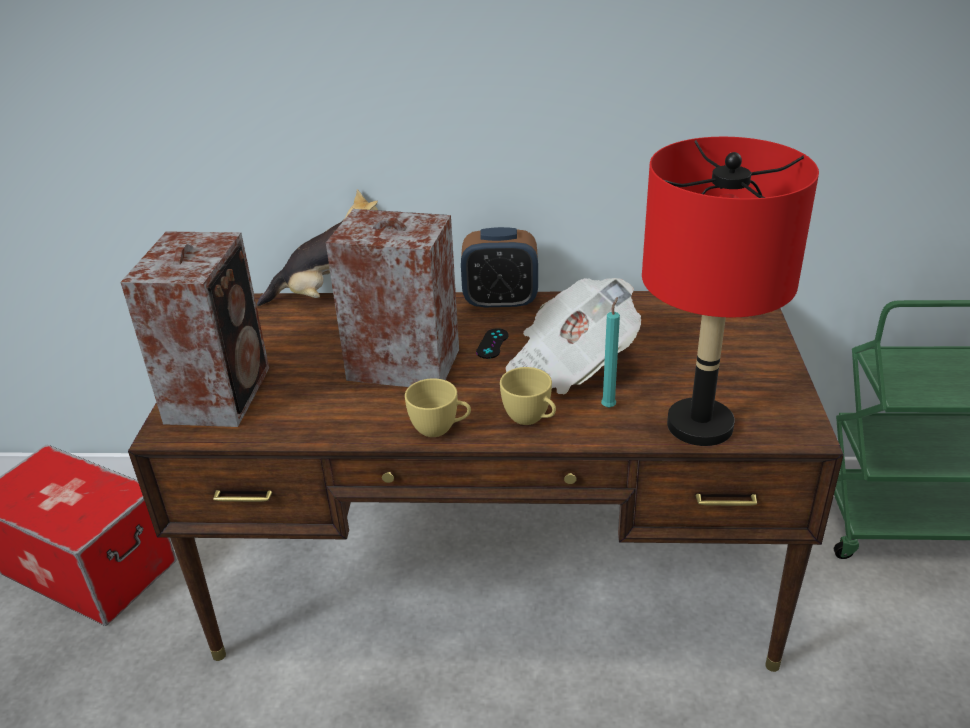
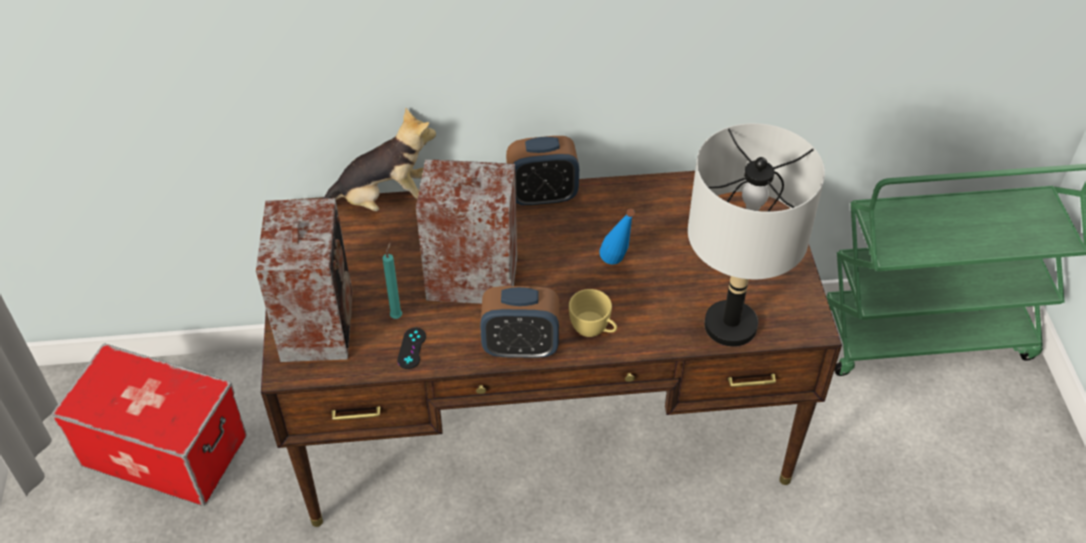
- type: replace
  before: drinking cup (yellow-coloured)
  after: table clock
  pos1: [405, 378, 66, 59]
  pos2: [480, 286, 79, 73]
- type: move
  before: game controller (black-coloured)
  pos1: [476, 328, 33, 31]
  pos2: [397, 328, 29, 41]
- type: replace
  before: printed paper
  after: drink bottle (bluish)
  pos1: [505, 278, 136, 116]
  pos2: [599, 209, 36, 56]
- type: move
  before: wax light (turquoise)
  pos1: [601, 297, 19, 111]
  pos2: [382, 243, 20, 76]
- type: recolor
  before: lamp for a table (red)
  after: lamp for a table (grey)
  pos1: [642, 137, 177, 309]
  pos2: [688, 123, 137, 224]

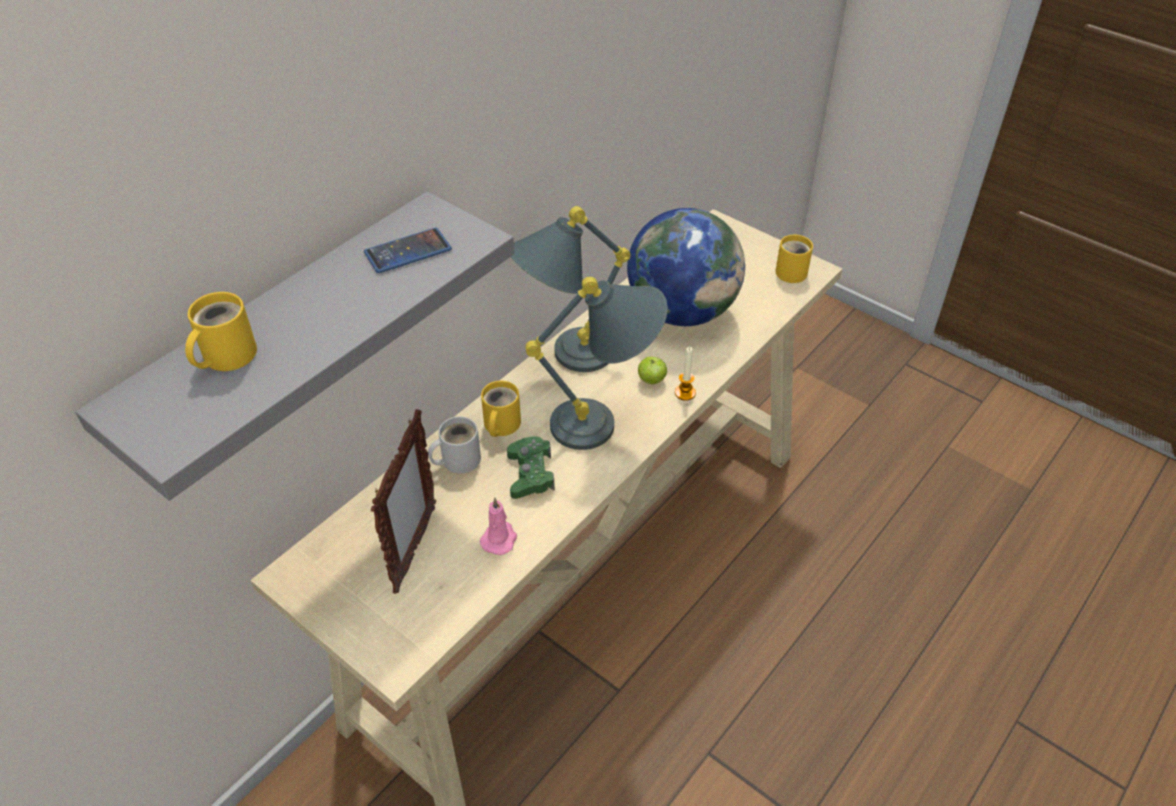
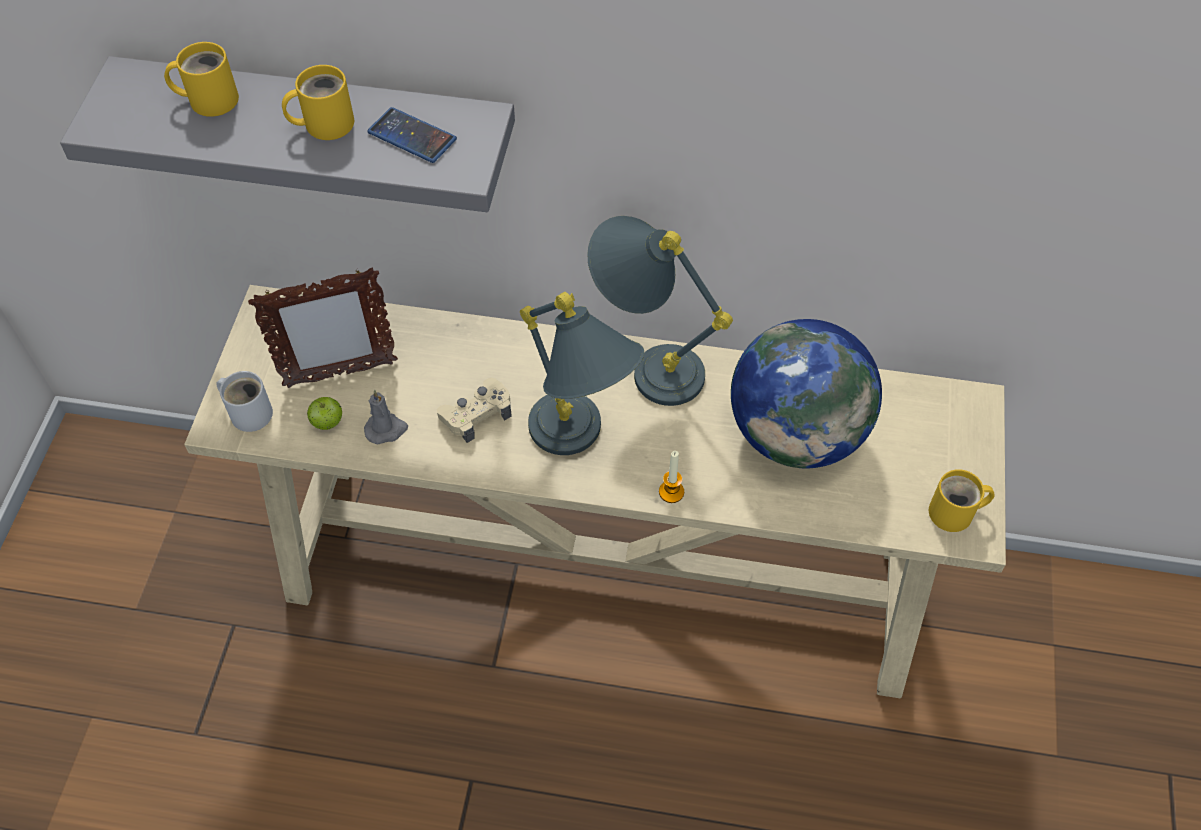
- type: move
  before: coffee mug (white)
  pos1: [428, 416, 53, 58]
  pos2: [216, 371, 57, 61]
- type: recolor
  before: wax light (pink)
  after: wax light (grey)
  pos1: [480, 498, 37, 57]
  pos2: [364, 390, 44, 55]
- type: move
  before: coffee mug (yellow-coloured)
  pos1: [481, 381, 40, 56]
  pos2: [282, 65, 72, 75]
- type: recolor
  before: game controller (green)
  after: game controller (beige)
  pos1: [507, 436, 48, 63]
  pos2: [437, 378, 74, 65]
- type: move
  before: apple
  pos1: [638, 357, 29, 27]
  pos2: [307, 397, 35, 33]

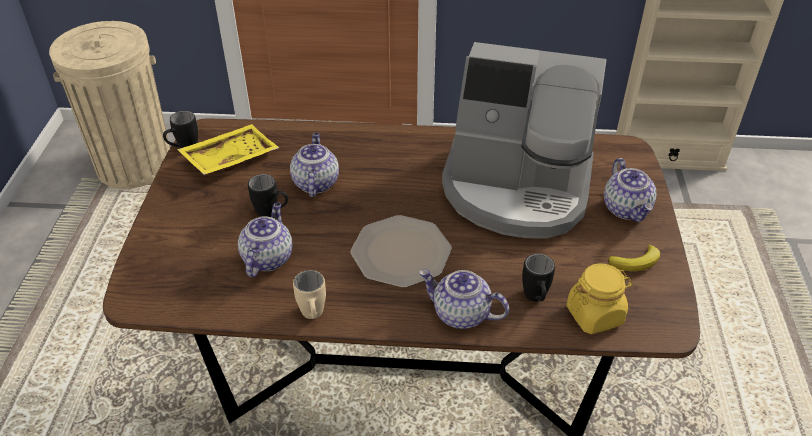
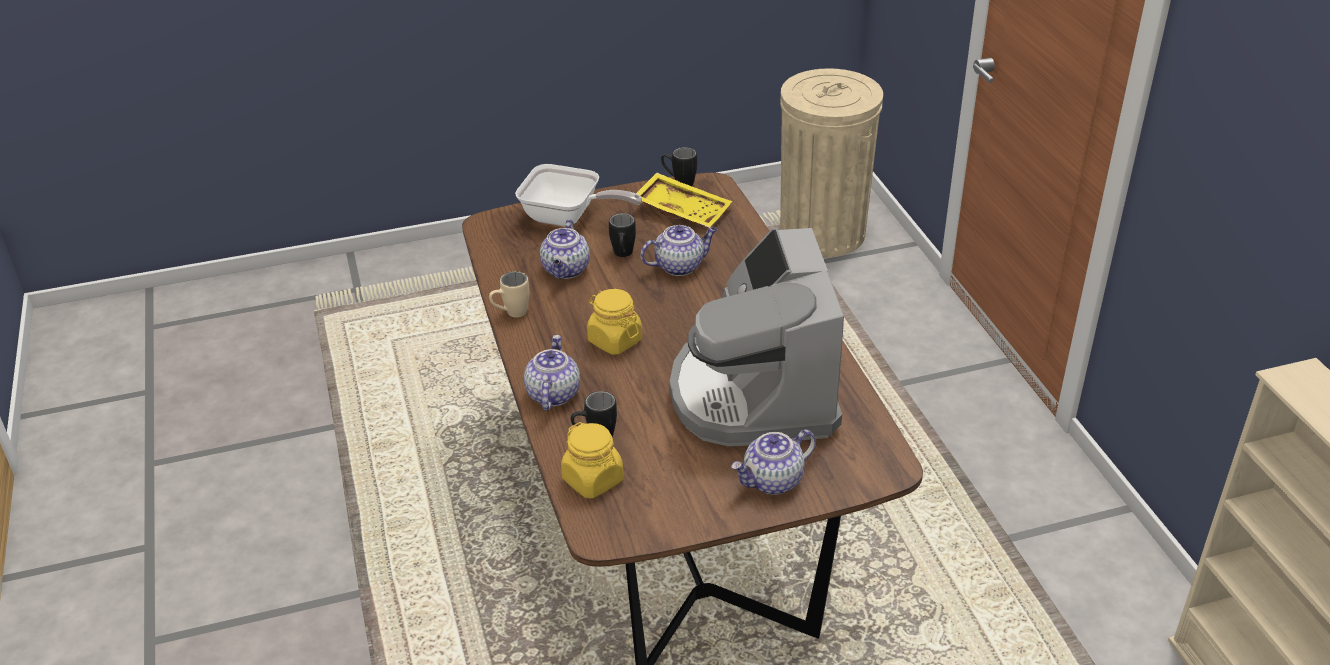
- type: rotate
  before: pot for tea
  pos1: [238, 202, 55, 75]
  pos2: [540, 219, 50, 60]
  turn: 105
- type: replace
  before: flat dish
  after: storage jar (yellow-coloured)
  pos1: [350, 215, 102, 73]
  pos2: [587, 289, 55, 66]
- type: delete
  before: banana fruit
  pos1: [608, 245, 52, 26]
- type: insert
  after: pan
  pos2: [515, 164, 127, 63]

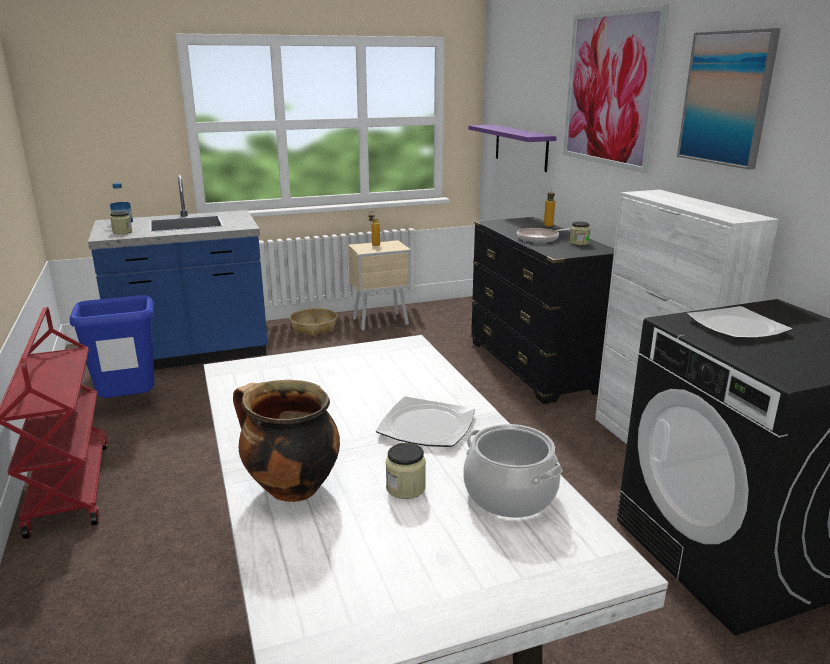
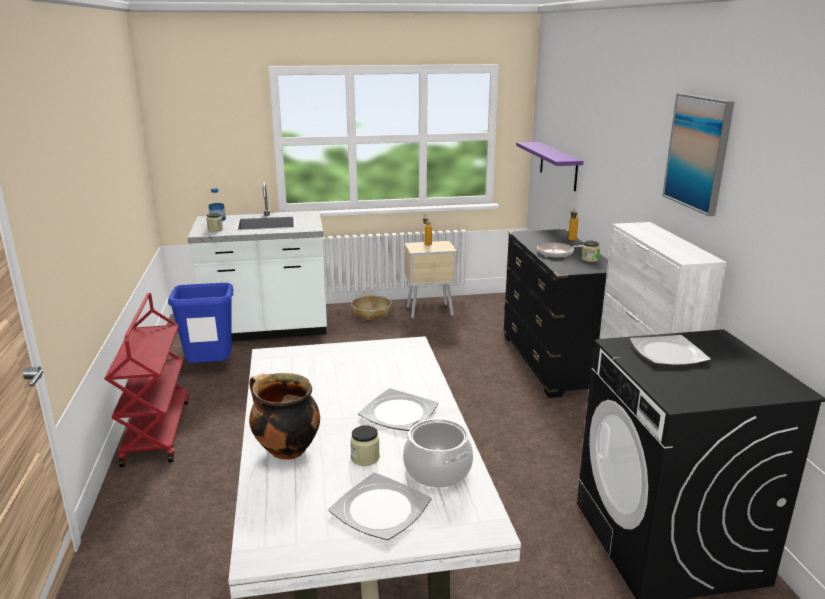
- type: recolor
  before: kitchen base unit (bluish)
  after: kitchen base unit (white)
  pos1: [88, 175, 180, 195]
  pos2: [188, 182, 139, 159]
- type: delete
  before: picture
  pos1: [563, 4, 106, 169]
- type: insert
  after: flat dish
  pos2: [329, 473, 102, 67]

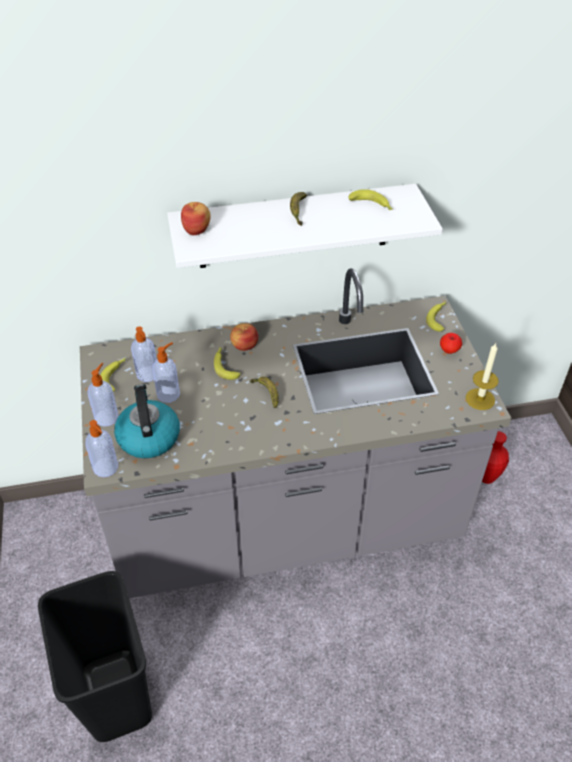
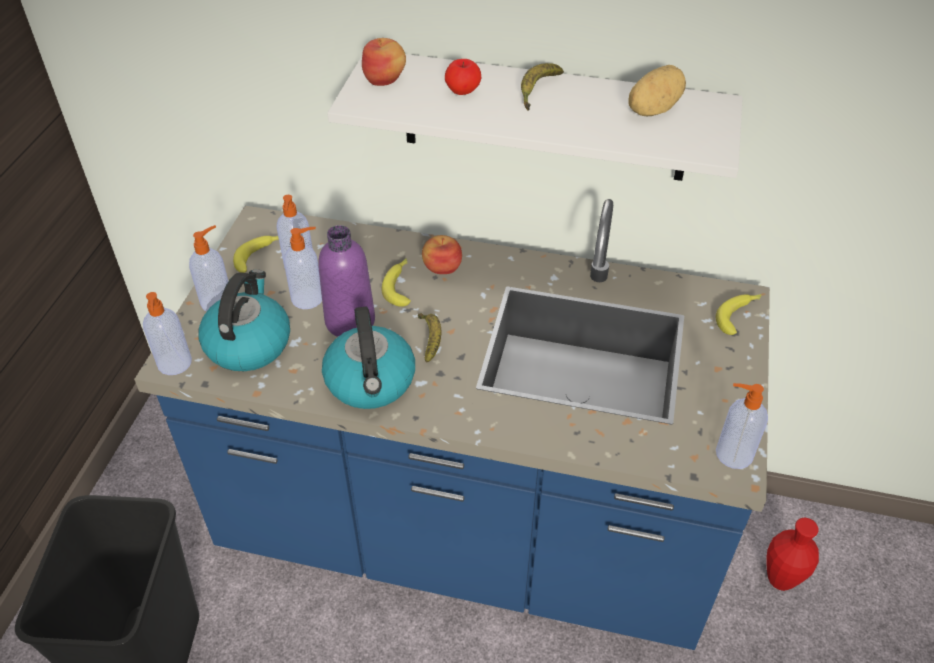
- type: recolor
  before: kitchen base unit (grey)
  after: kitchen base unit (bluish)
  pos1: [80, 268, 431, 330]
  pos2: [134, 199, 636, 451]
- type: replace
  before: banana fruit
  after: spud
  pos1: [348, 189, 45, 21]
  pos2: [628, 65, 58, 51]
- type: move
  before: apple
  pos1: [440, 333, 22, 21]
  pos2: [445, 59, 37, 36]
- type: replace
  before: wax light
  after: soap dispenser
  pos1: [466, 343, 33, 67]
  pos2: [716, 383, 52, 86]
- type: insert
  after: drink bottle (purple-coloured)
  pos2: [318, 225, 57, 112]
- type: insert
  after: tea kettle
  pos2: [322, 307, 93, 102]

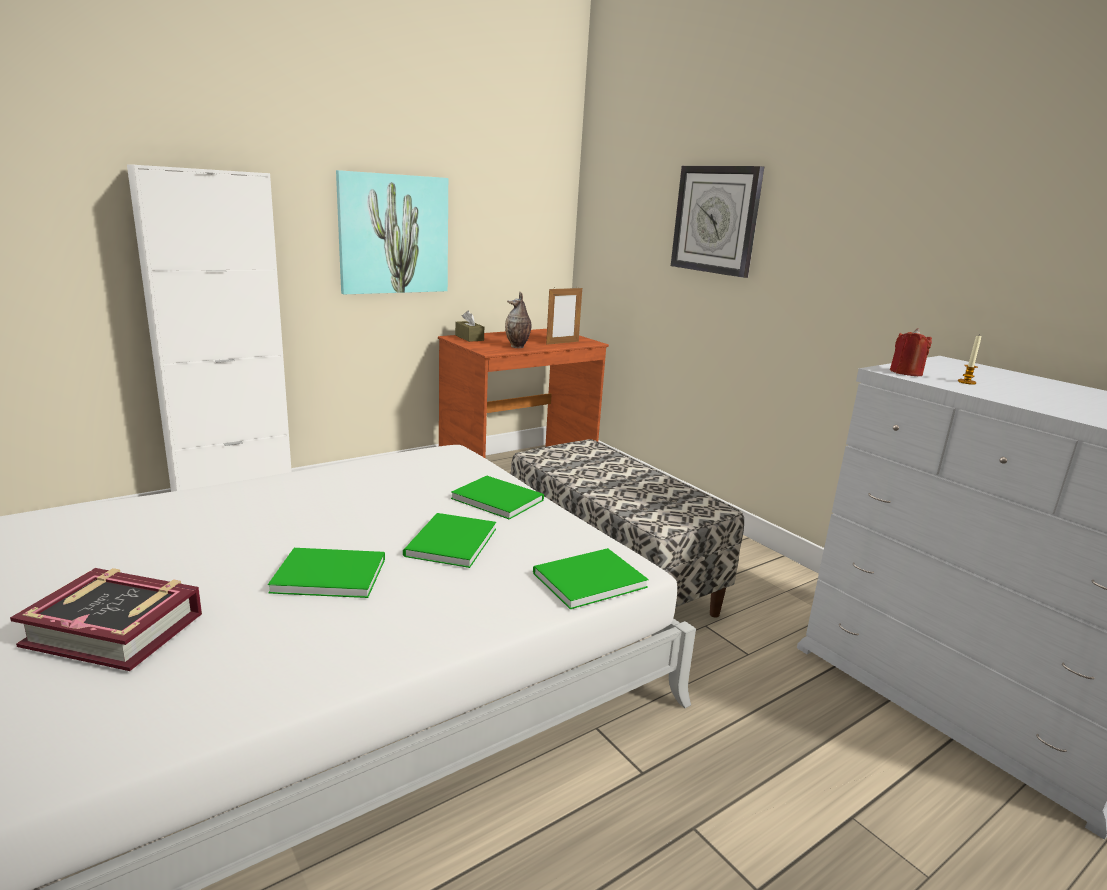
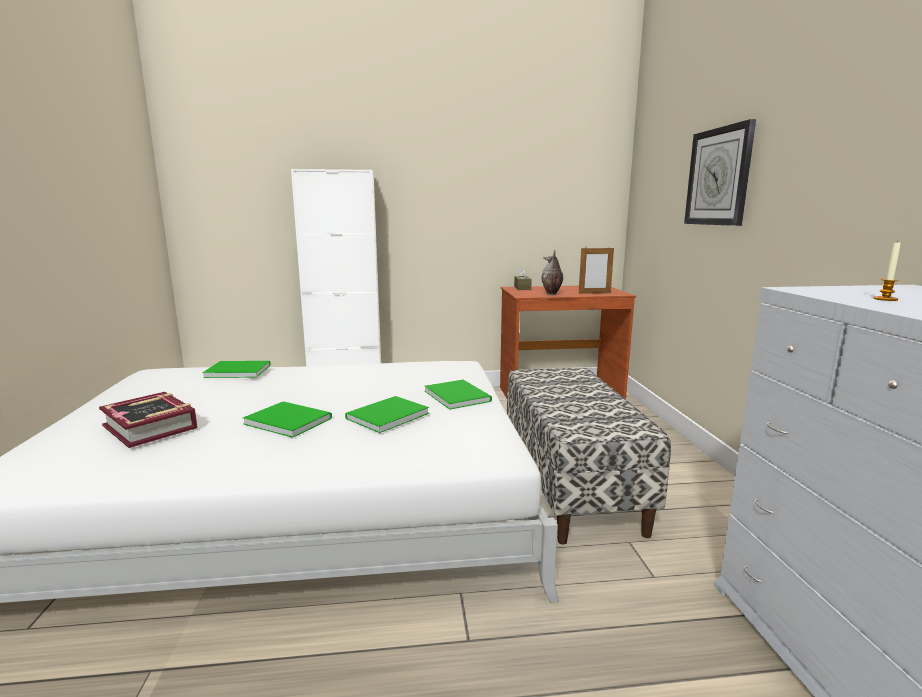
- type: delete
  before: picture
  pos1: [336, 170, 112, 124]
- type: move
  before: bound book (green)
  pos1: [533, 548, 116, 61]
  pos2: [202, 361, 69, 17]
- type: delete
  before: wax light (red)
  pos1: [890, 328, 42, 48]

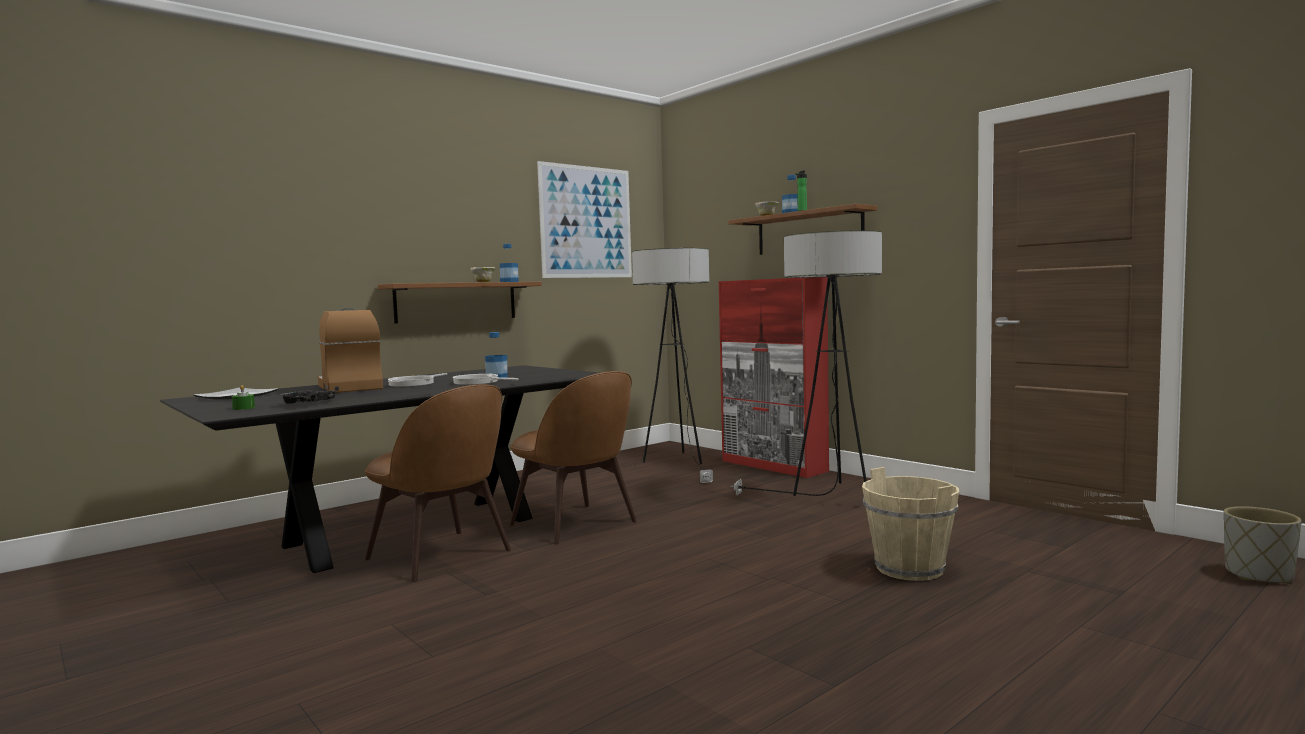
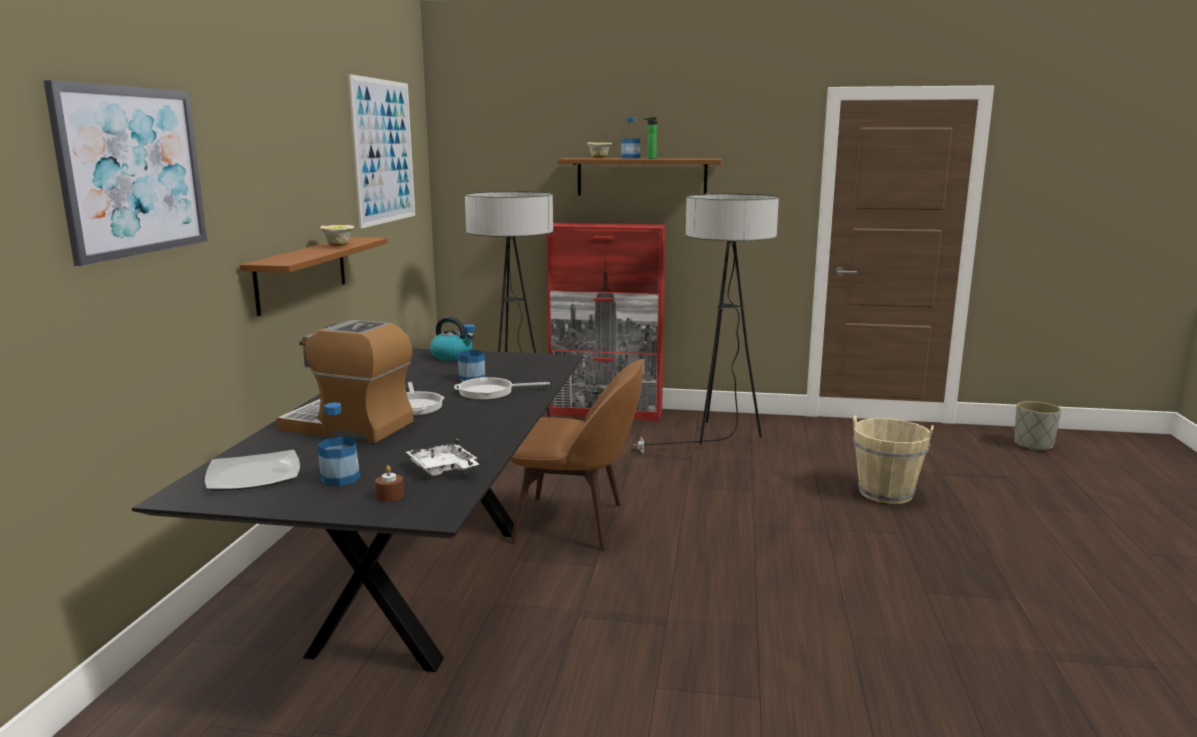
- type: recolor
  before: wax light (green)
  after: wax light (brown-coloured)
  pos1: [232, 385, 23, 25]
  pos2: [375, 466, 29, 36]
- type: recolor
  before: serving tray (black-coloured)
  after: serving tray (white)
  pos1: [278, 387, 61, 17]
  pos2: [406, 438, 73, 38]
- type: delete
  before: chair (brown-coloured)
  pos1: [365, 384, 146, 198]
- type: move
  before: drink bottle
  pos1: [500, 244, 19, 38]
  pos2: [318, 402, 42, 84]
- type: insert
  after: picture
  pos2: [44, 80, 163, 186]
- type: insert
  after: tea kettle
  pos2: [430, 317, 44, 43]

